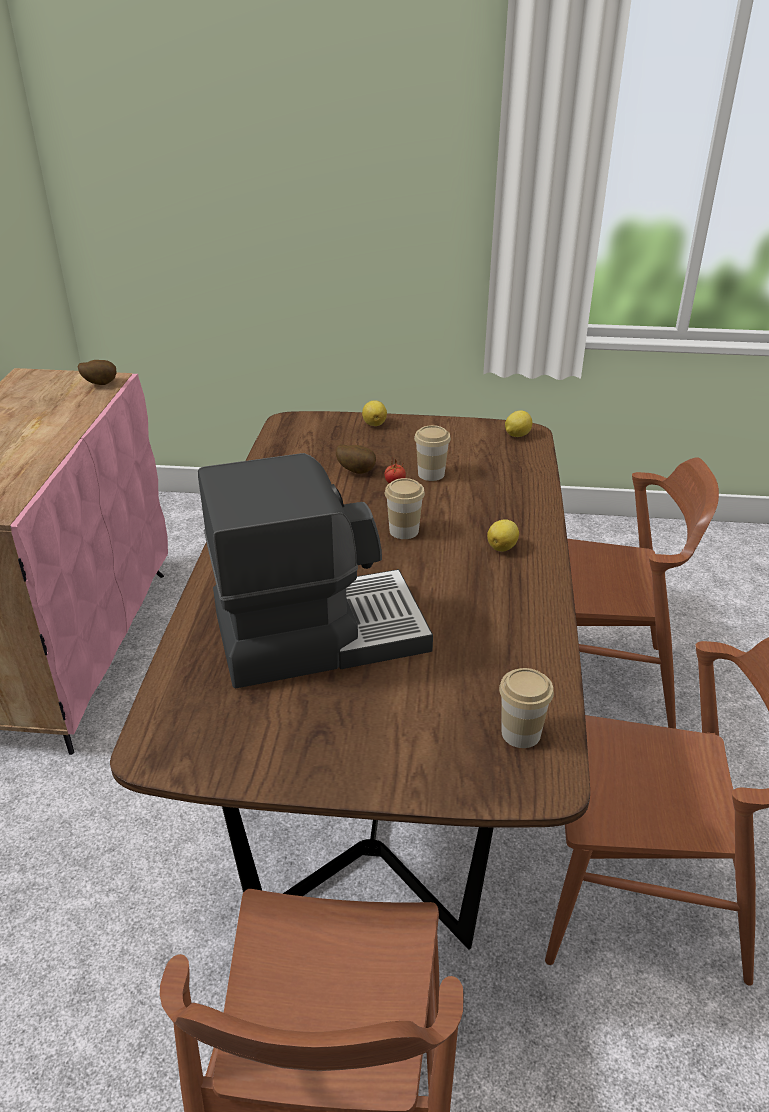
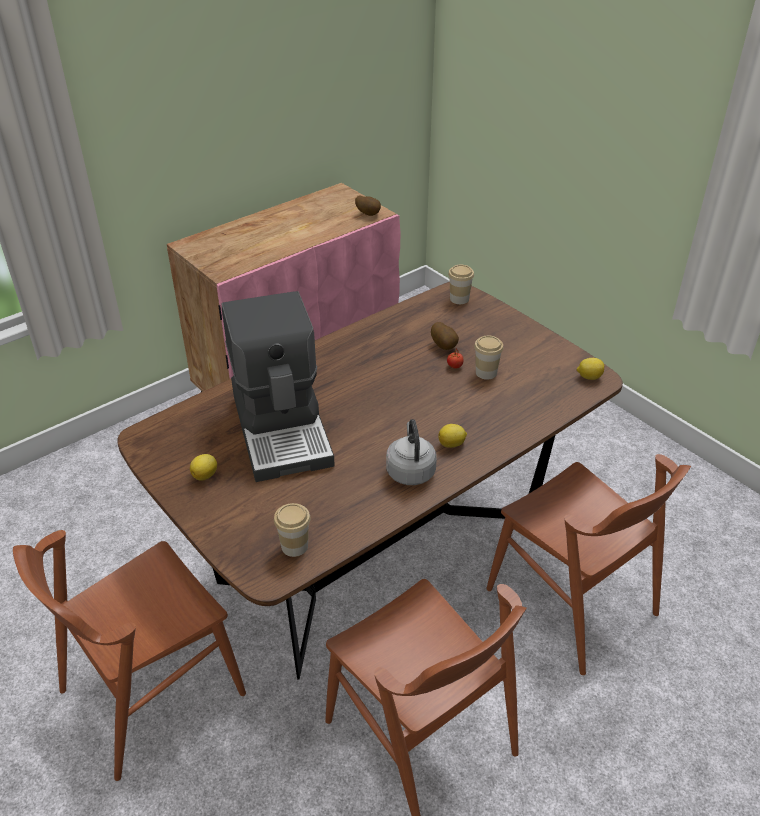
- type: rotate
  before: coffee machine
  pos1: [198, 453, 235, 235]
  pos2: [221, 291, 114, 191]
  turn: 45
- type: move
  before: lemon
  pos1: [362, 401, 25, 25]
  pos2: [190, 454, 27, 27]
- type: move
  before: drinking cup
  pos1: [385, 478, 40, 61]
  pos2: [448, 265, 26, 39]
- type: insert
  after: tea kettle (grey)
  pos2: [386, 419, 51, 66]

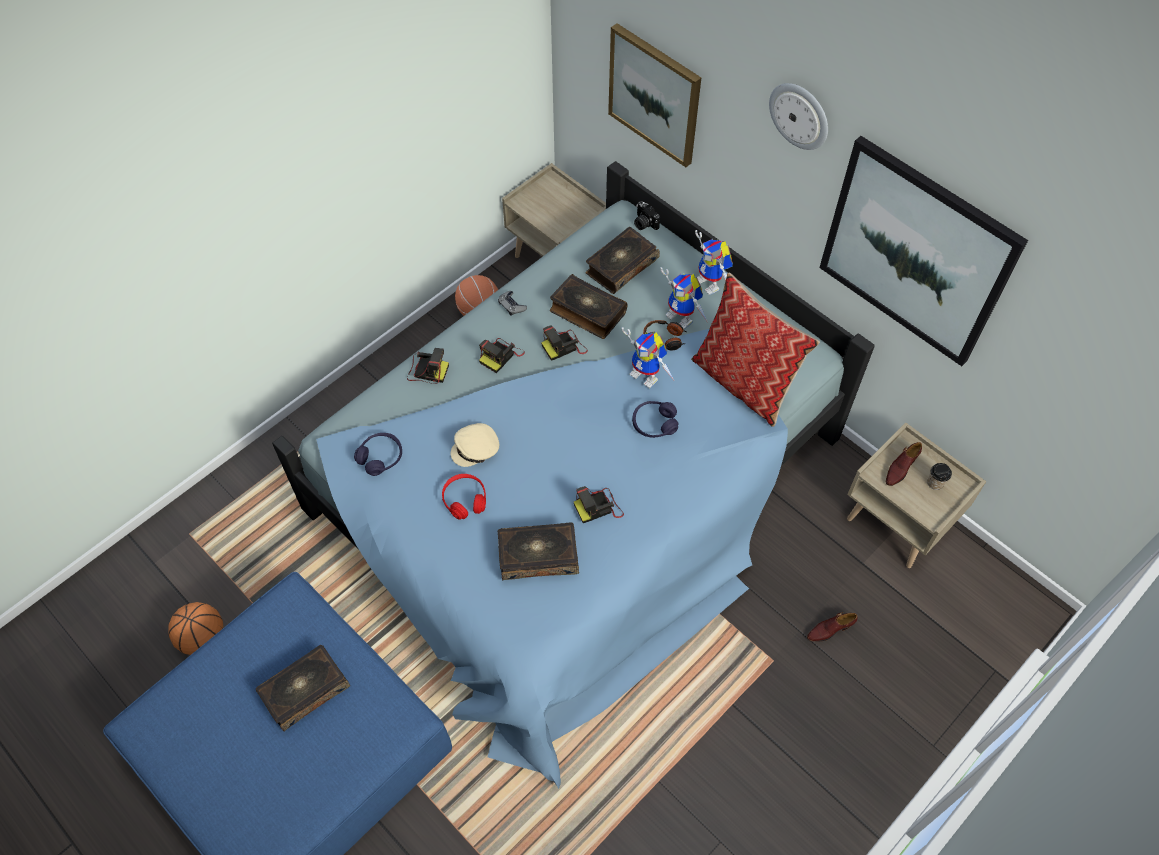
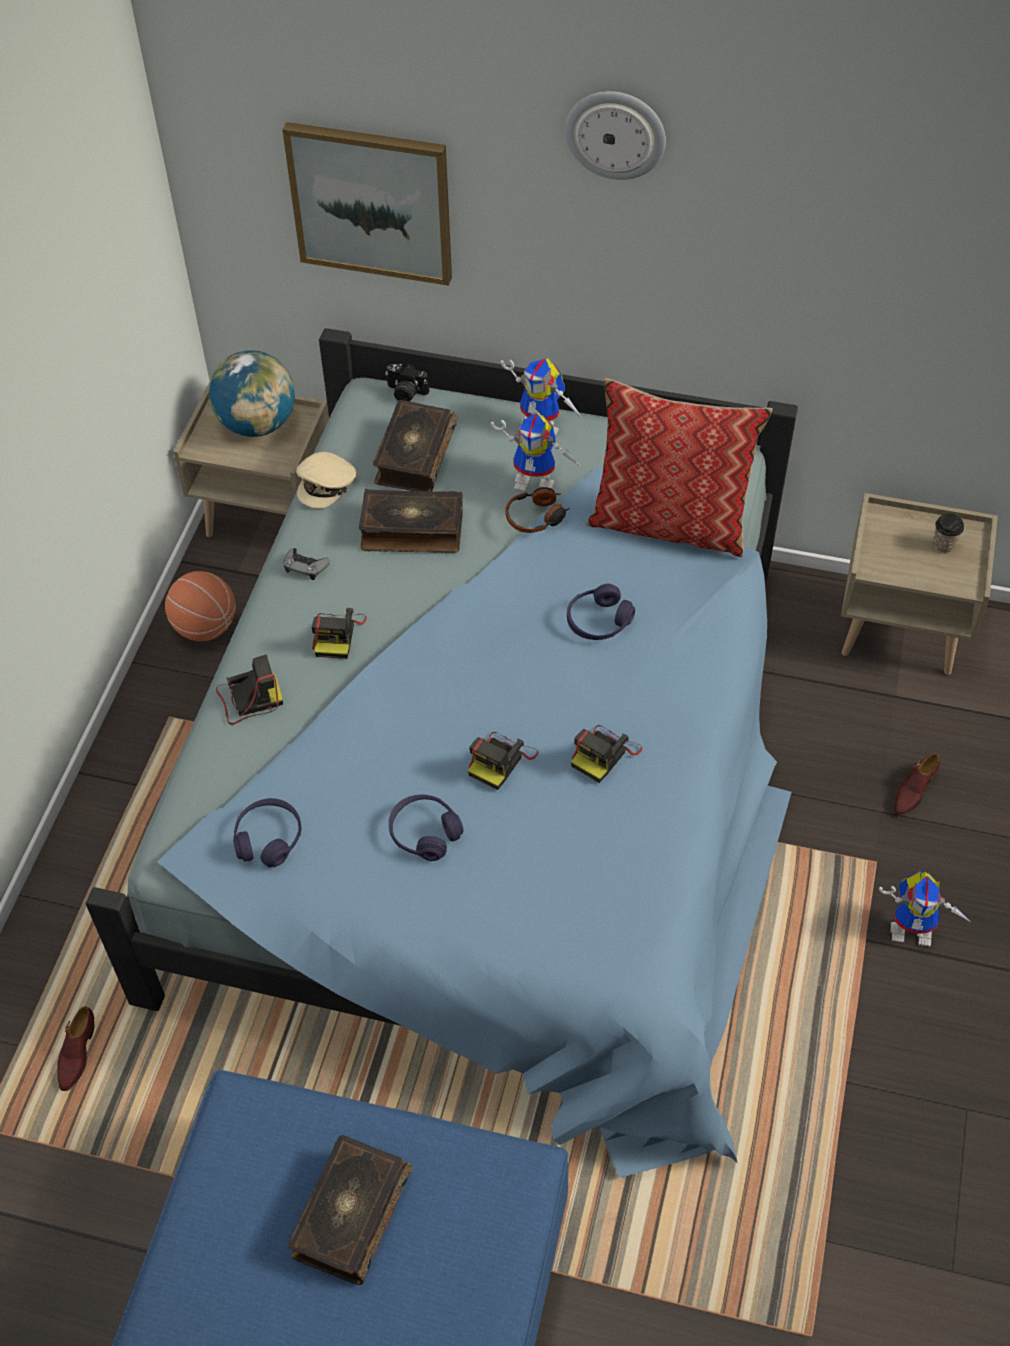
- type: delete
  before: basketball ball
  pos1: [168, 602, 55, 53]
- type: recolor
  before: headset (red)
  after: headset (purple-coloured)
  pos1: [442, 474, 44, 46]
  pos2: [389, 795, 75, 66]
- type: move
  before: baseball cap (beige)
  pos1: [451, 423, 48, 44]
  pos2: [296, 452, 61, 57]
- type: delete
  before: bound book
  pos1: [498, 523, 81, 57]
- type: move
  before: photo camera
  pos1: [541, 325, 47, 36]
  pos2: [468, 732, 71, 58]
- type: move
  before: robot figure
  pos1: [622, 327, 52, 62]
  pos2: [879, 871, 93, 76]
- type: delete
  before: picture
  pos1: [819, 136, 209, 230]
- type: move
  before: item of footwear (brown-coloured)
  pos1: [886, 442, 36, 44]
  pos2: [57, 1006, 37, 85]
- type: insert
  after: world globe
  pos2: [209, 351, 86, 86]

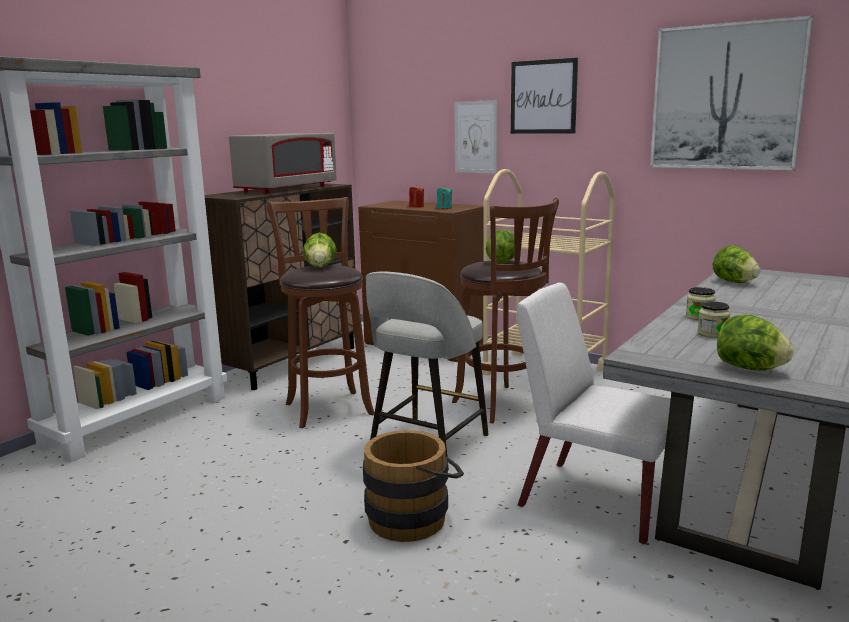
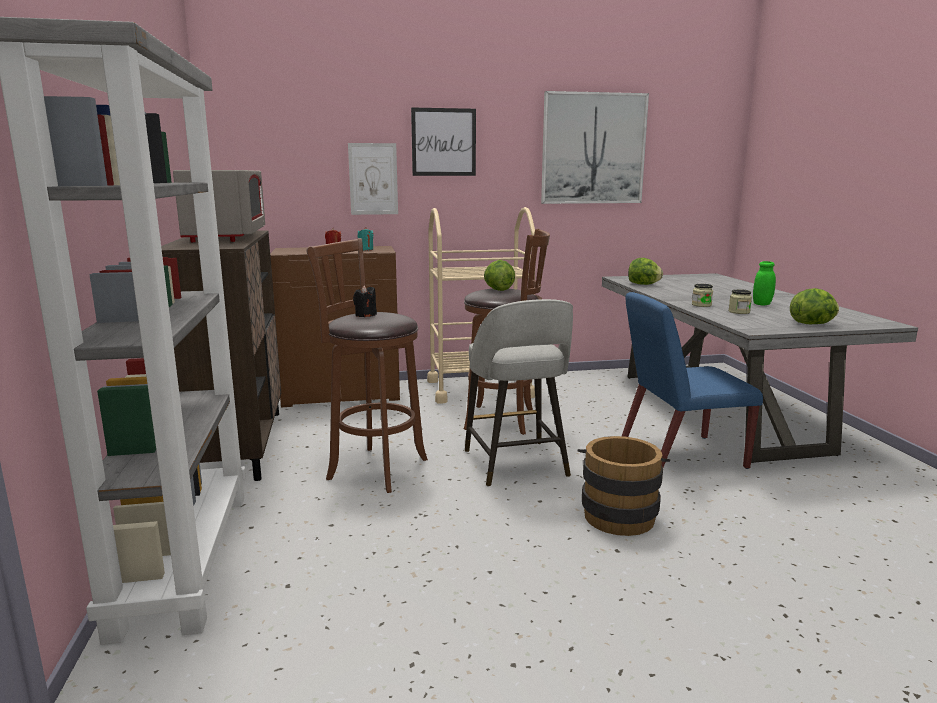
- type: replace
  before: lettuce head
  after: wax light (black-coloured)
  pos1: [303, 233, 34, 35]
  pos2: [353, 285, 24, 32]
- type: recolor
  before: chair (white)
  after: chair (bluish)
  pos1: [516, 283, 155, 262]
  pos2: [622, 292, 141, 177]
- type: insert
  after: storage jar (green)
  pos2: [753, 261, 23, 44]

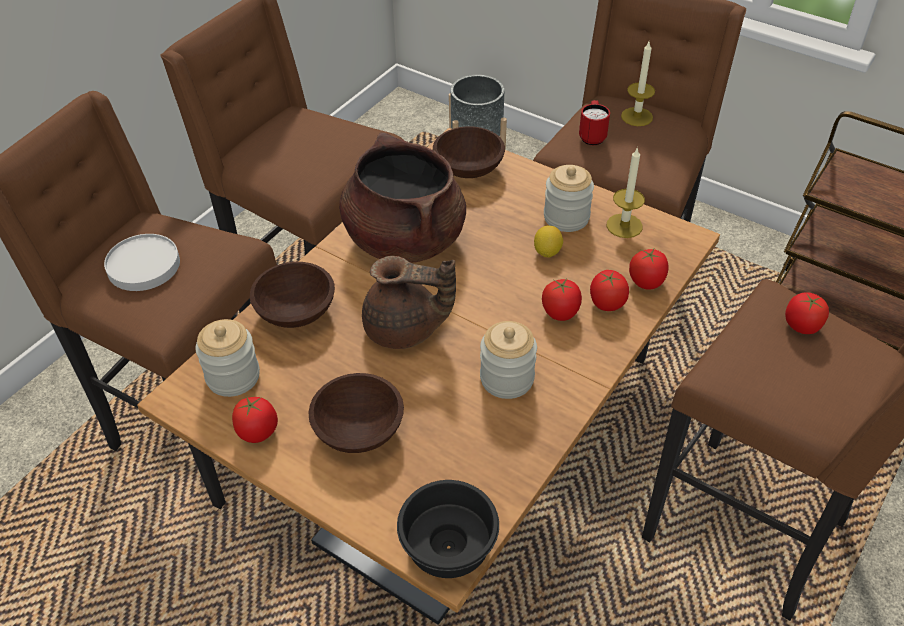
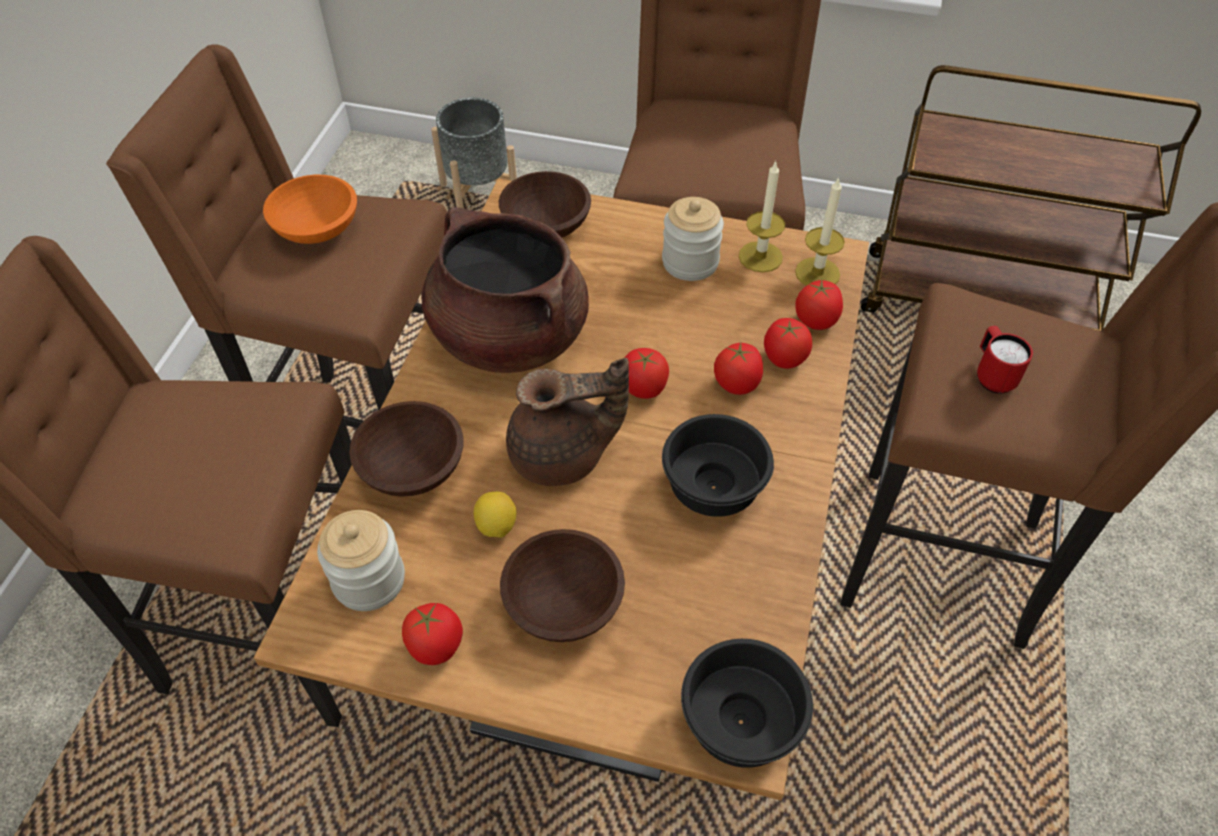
- type: delete
  before: flat dish (white)
  pos1: [104, 234, 76, 57]
- type: replace
  before: storage jar
  after: serving bowl (black-coloured)
  pos1: [480, 321, 57, 78]
  pos2: [662, 414, 112, 103]
- type: move
  before: lemon
  pos1: [534, 226, 29, 31]
  pos2: [474, 492, 43, 46]
- type: move
  before: coffee mug (red)
  pos1: [579, 100, 31, 45]
  pos2: [977, 326, 56, 68]
- type: move
  before: wax light
  pos1: [621, 42, 34, 84]
  pos2: [795, 177, 50, 109]
- type: move
  before: tomato
  pos1: [785, 292, 44, 42]
  pos2: [624, 348, 45, 51]
- type: insert
  after: serving bowl (orange)
  pos2: [263, 175, 94, 69]

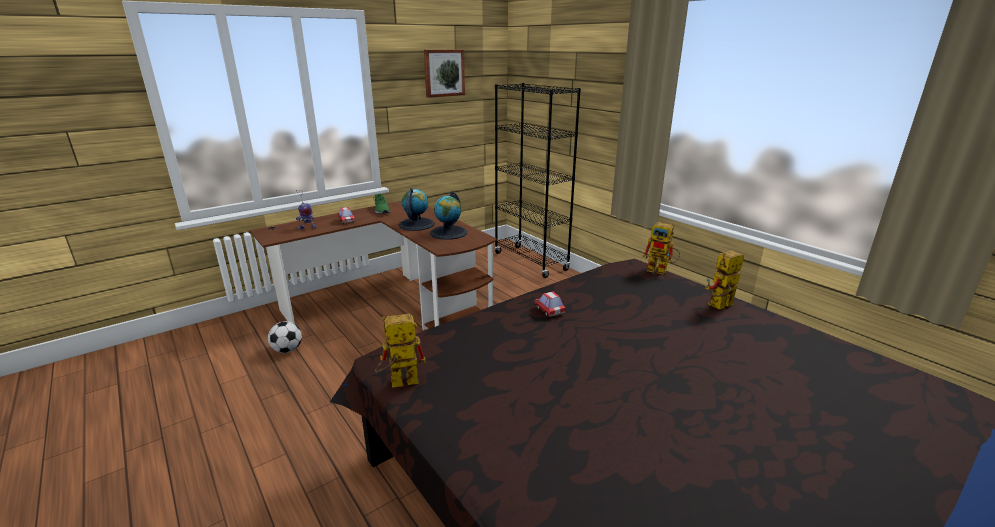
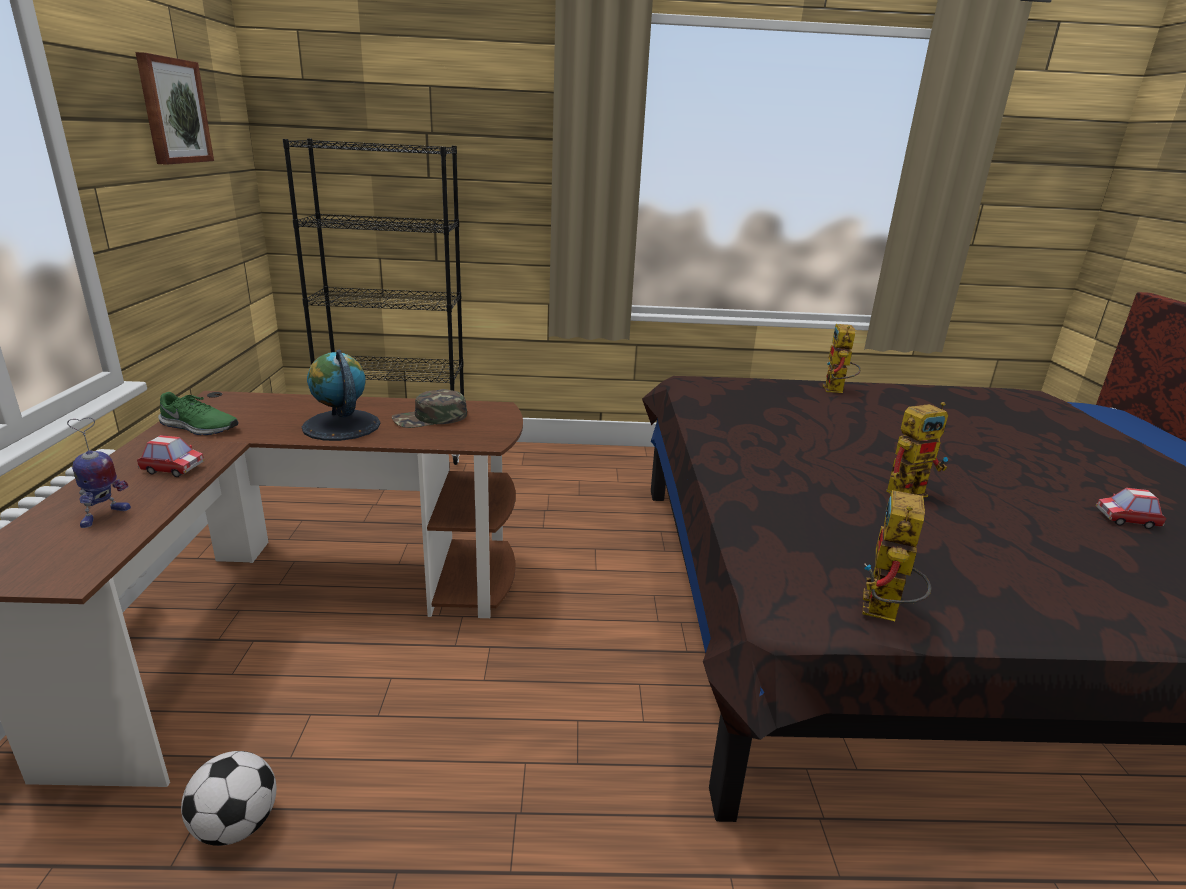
- type: replace
  before: world globe
  after: baseball cap (green)
  pos1: [430, 191, 37, 49]
  pos2: [392, 389, 75, 39]
- type: move
  before: toy car
  pos1: [535, 292, 30, 25]
  pos2: [1096, 488, 70, 41]
- type: move
  before: robot figure
  pos1: [643, 222, 37, 53]
  pos2: [886, 402, 62, 96]

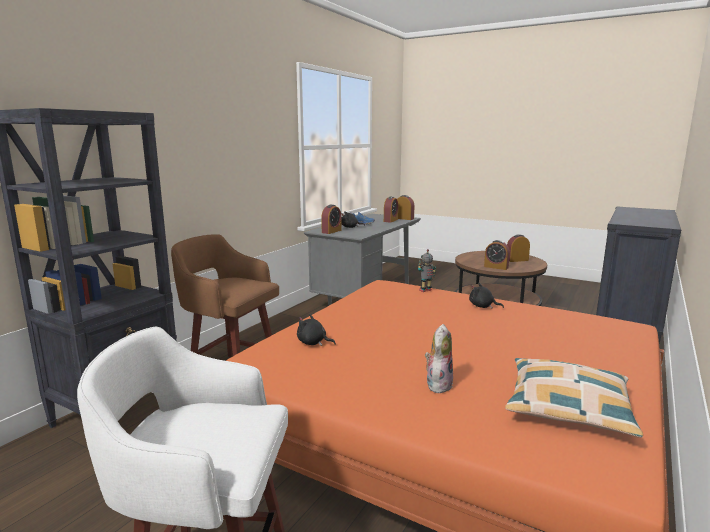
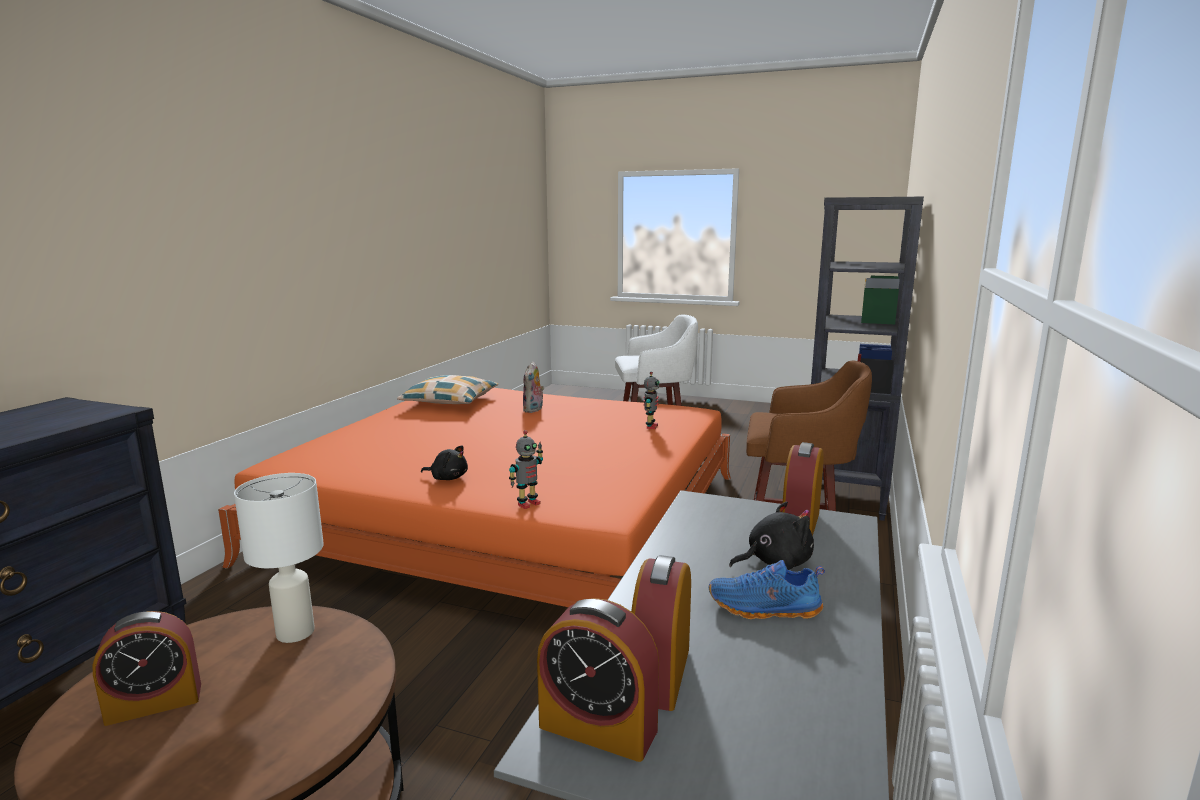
- type: replace
  before: cuddly toy (black-coloured)
  after: robot figure
  pos1: [297, 314, 39, 32]
  pos2: [643, 372, 16, 57]
- type: replace
  before: table clock
  after: lamp for a table (white)
  pos1: [484, 240, 26, 30]
  pos2: [234, 473, 90, 170]

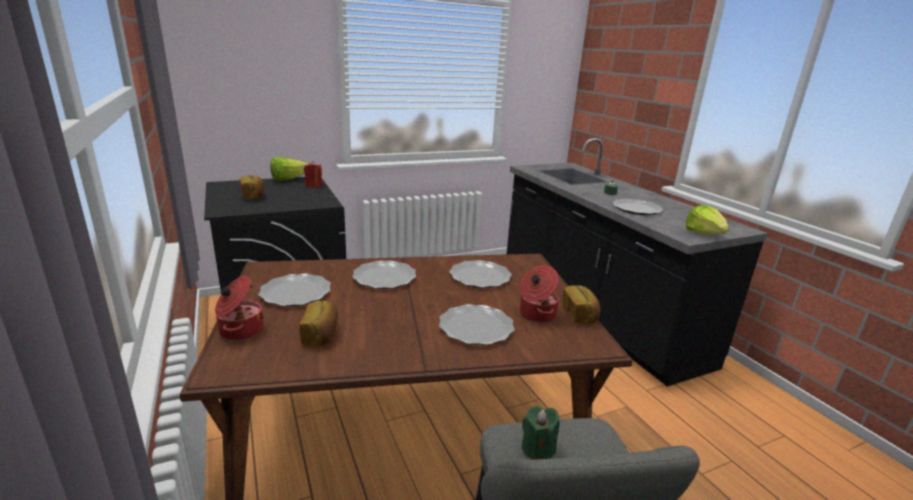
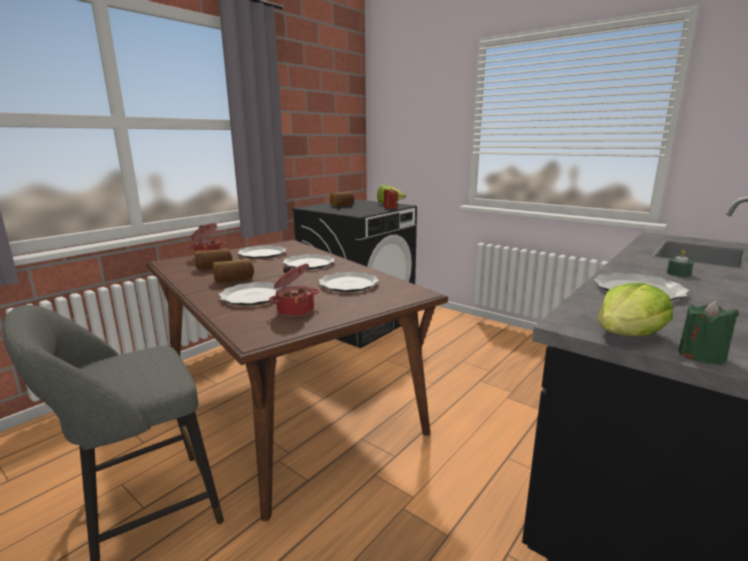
- type: move
  before: wax light (green)
  pos1: [522, 406, 38, 54]
  pos2: [678, 301, 61, 64]
- type: move
  before: bread
  pos1: [562, 285, 39, 40]
  pos2: [213, 259, 41, 24]

